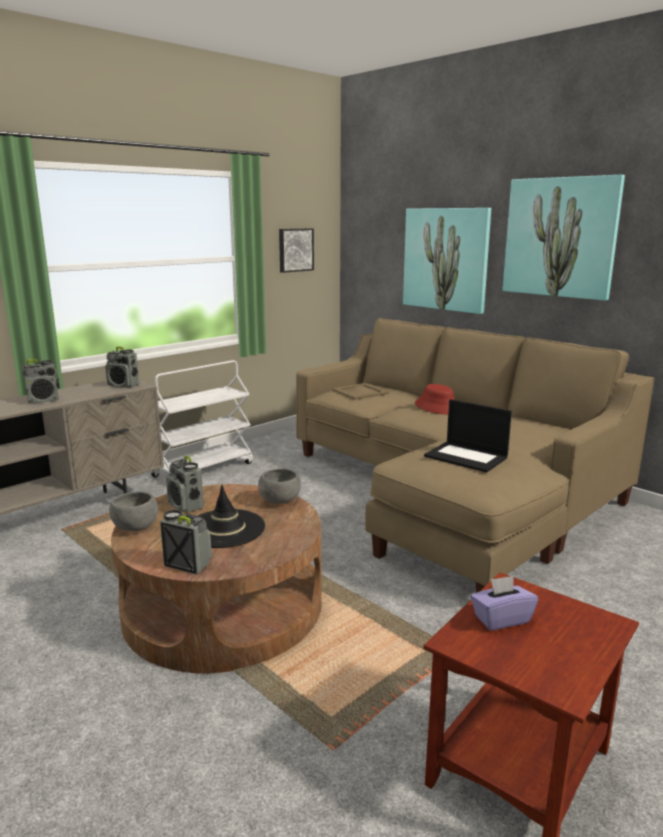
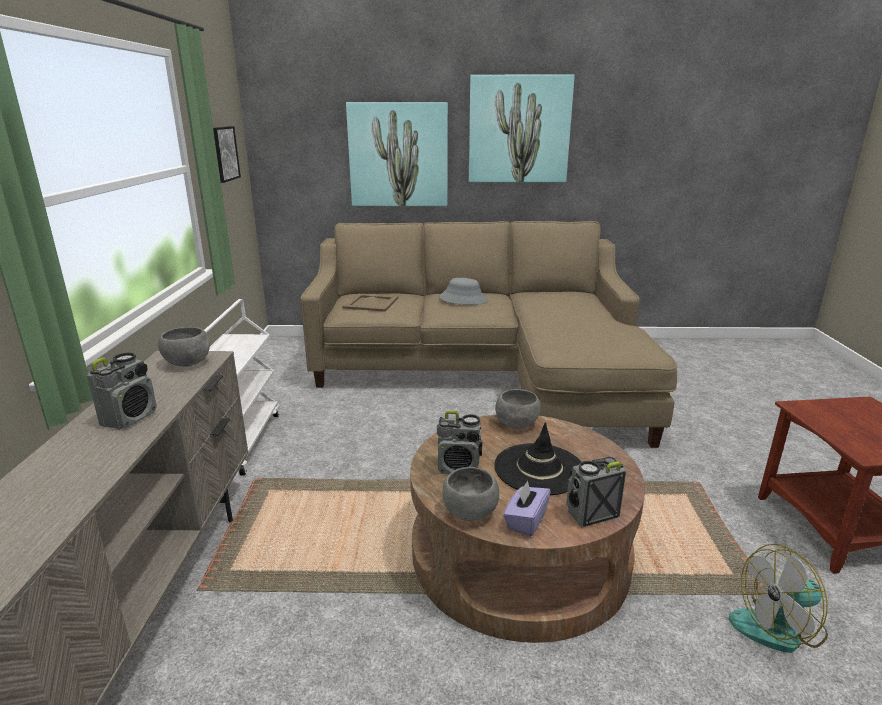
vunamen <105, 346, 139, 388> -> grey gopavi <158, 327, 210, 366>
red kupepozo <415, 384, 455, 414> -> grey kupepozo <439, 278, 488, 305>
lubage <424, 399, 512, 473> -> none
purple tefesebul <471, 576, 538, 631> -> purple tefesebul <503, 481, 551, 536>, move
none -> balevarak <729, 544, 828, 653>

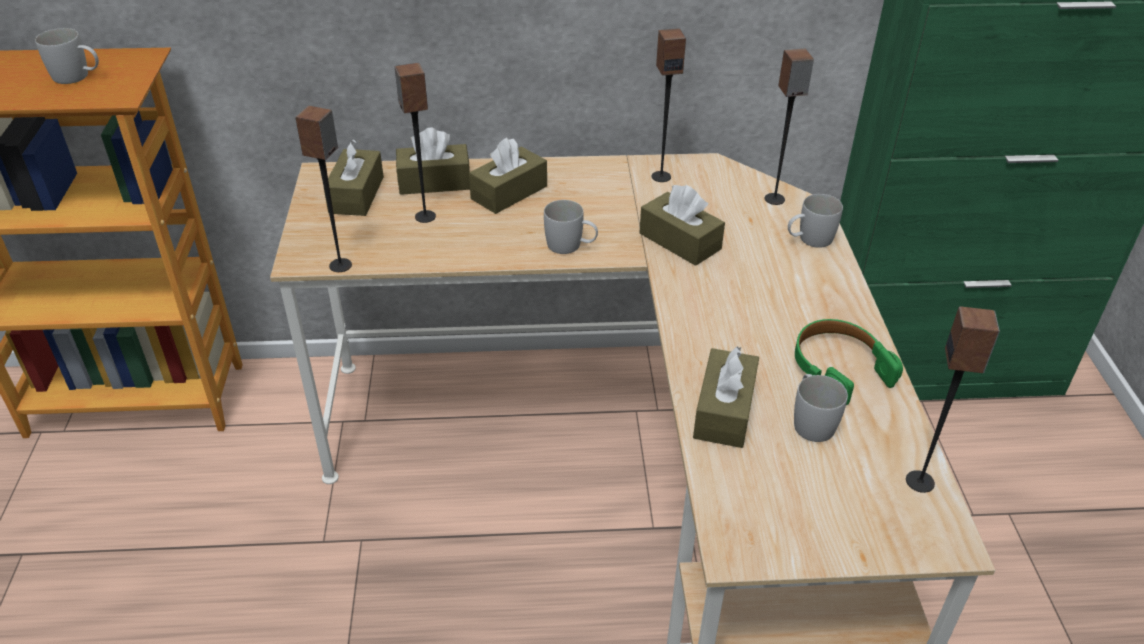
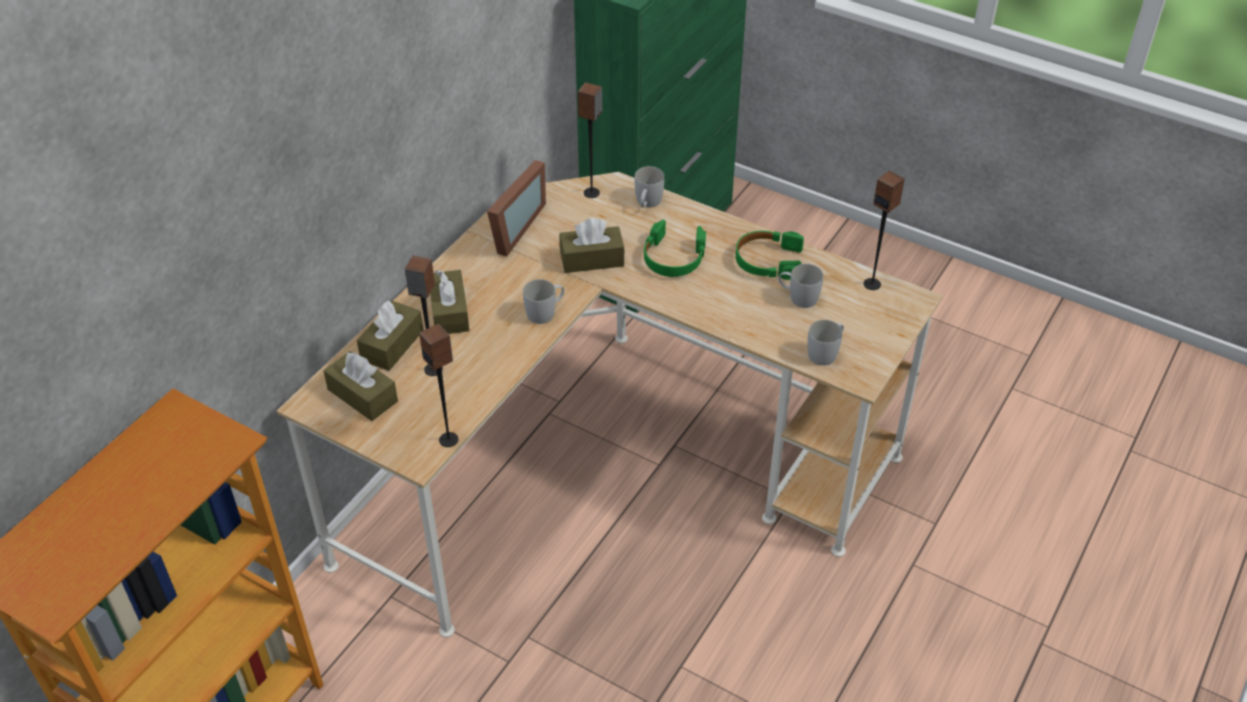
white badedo <35, 28, 99, 84> -> white badedo <808, 320, 844, 366>, move
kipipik <651, 28, 686, 182> -> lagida <487, 160, 546, 256>
brown tefesebul <693, 347, 759, 448> -> none
none -> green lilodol <644, 220, 706, 277>

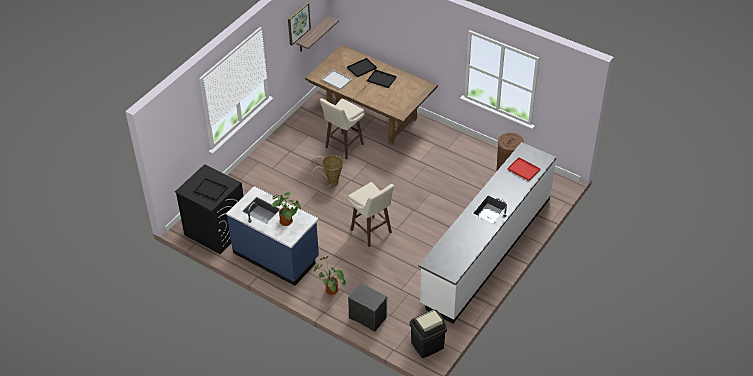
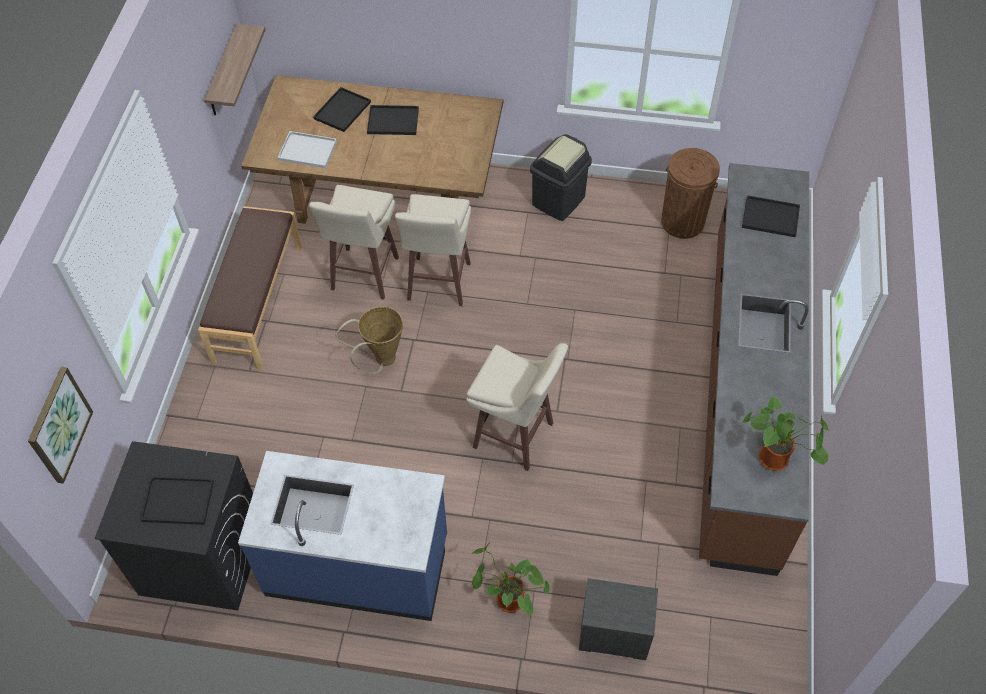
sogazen <272, 192, 301, 226> -> sogazen <743, 396, 829, 471>, move
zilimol <288, 2, 311, 45> -> zilimol <28, 367, 93, 484>, move
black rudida <410, 310, 447, 358> -> black rudida <530, 134, 592, 221>, move
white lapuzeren <418, 142, 557, 324> -> brown lapuzeren <699, 163, 809, 576>
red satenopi <507, 157, 541, 181> -> black satenopi <742, 195, 800, 237>
none -> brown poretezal <198, 206, 302, 370>
none -> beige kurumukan <395, 194, 471, 306>

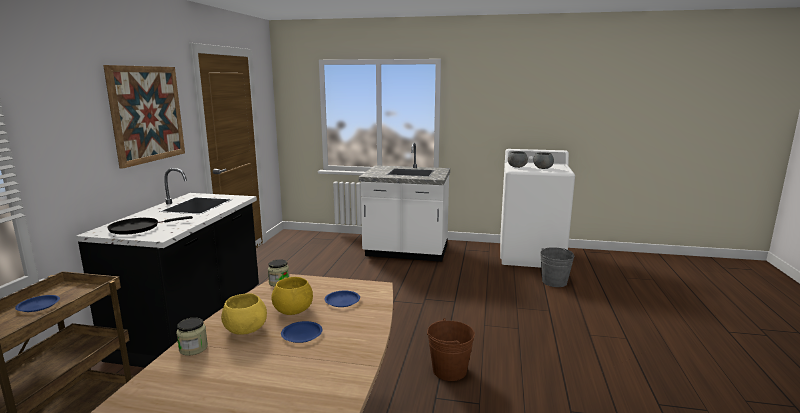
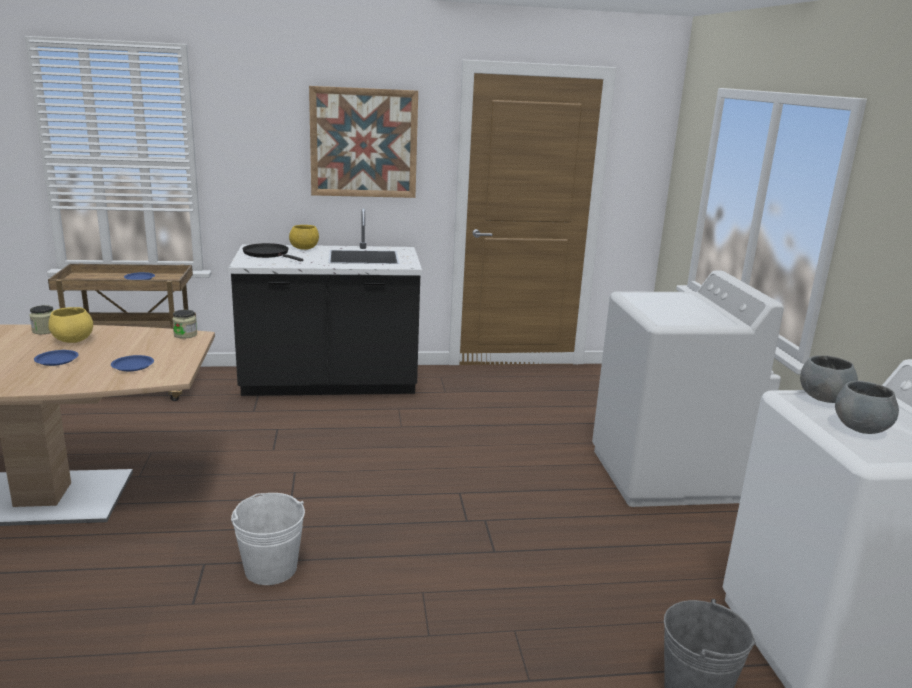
yellow gopavi <271, 277, 313, 315> -> yellow gopavi <289, 225, 319, 250>, move
white lapuzeren <359, 143, 450, 262> -> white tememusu <592, 271, 784, 507>
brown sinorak <427, 318, 475, 381> -> white sinorak <231, 493, 305, 585>

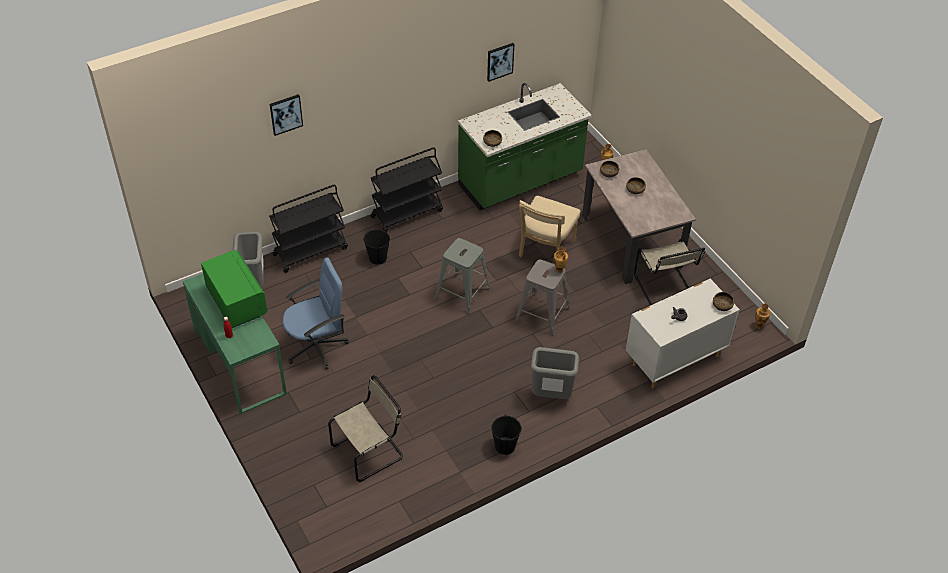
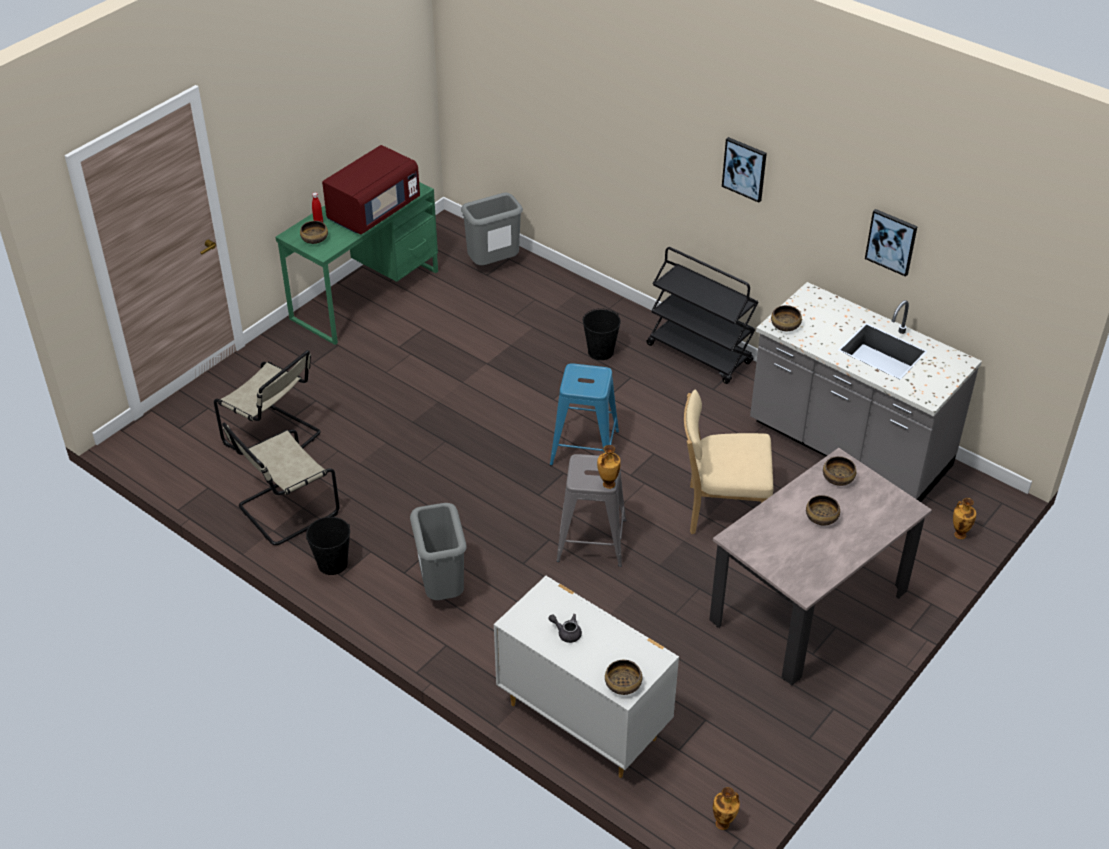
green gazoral <201, 250, 267, 328> -> red gazoral <322, 145, 420, 235>
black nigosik <269, 185, 348, 273> -> none
zilimol <270, 94, 303, 136> -> zilimol <722, 137, 767, 203>, move
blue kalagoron <282, 258, 349, 369> -> none
grey kurumukan <435, 238, 490, 314> -> blue kurumukan <550, 363, 619, 466>
green lapuzeren <458, 83, 592, 210> -> grey lapuzeren <750, 282, 982, 502>
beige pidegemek <634, 239, 705, 305> -> beige pidegemek <222, 422, 340, 545>, move
none -> gopavi <300, 221, 328, 244>

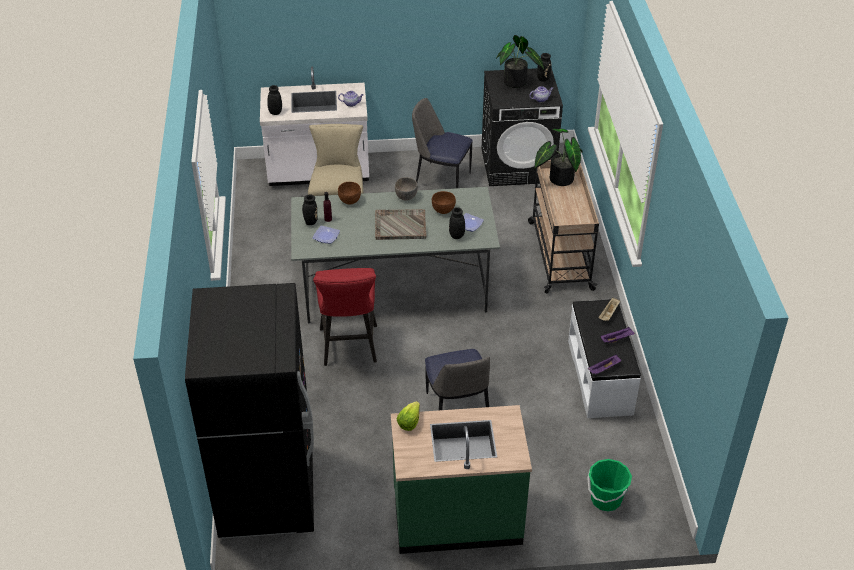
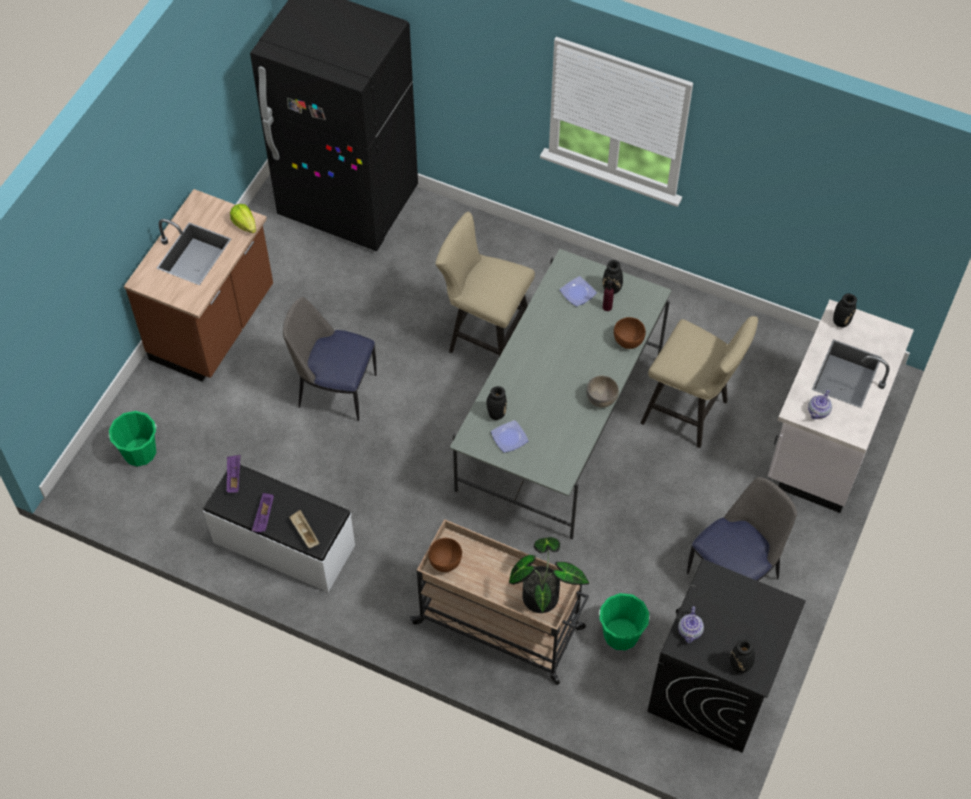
red kurumukan <313, 268, 377, 366> -> beige kurumukan <436, 212, 535, 357>
grey satenopi <375, 209, 426, 240> -> none
green lapuzeren <391, 405, 532, 554> -> brown lapuzeren <124, 189, 273, 381>
brown gopavi <432, 191, 456, 214> -> brown gopavi <428, 538, 462, 572>, move
sogazen <496, 35, 545, 88> -> none
none -> green sinorak <599, 593, 650, 651>

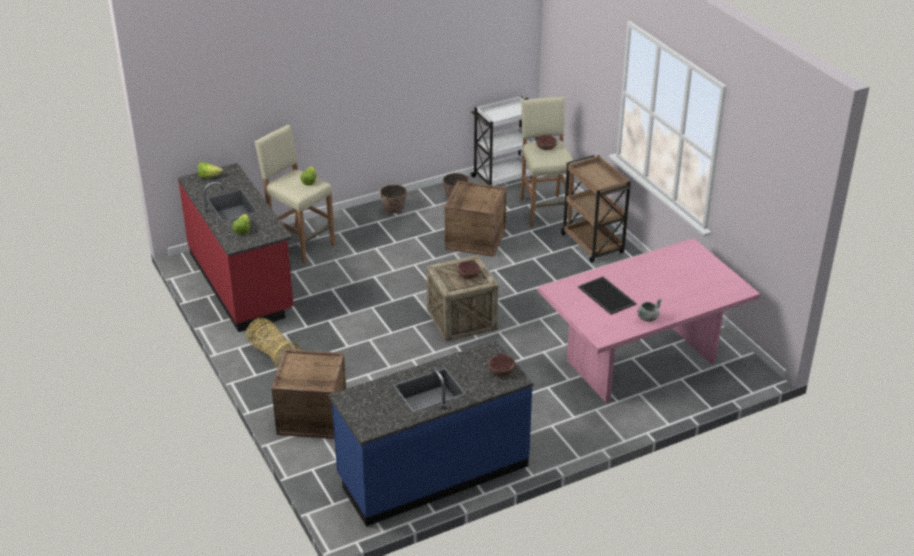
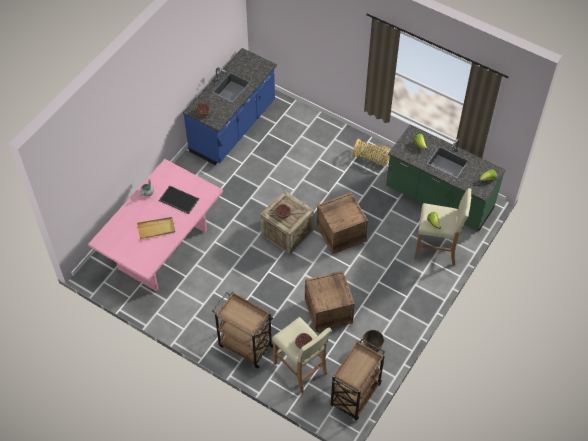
red lapuzeren <178, 163, 294, 332> -> green lapuzeren <386, 124, 506, 231>
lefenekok <271, 349, 346, 439> -> lefenekok <317, 192, 368, 254>, move
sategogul <380, 184, 407, 214> -> none
white nigosik <470, 96, 538, 186> -> brown nigosik <331, 339, 385, 420>
none -> beige satenopi <137, 217, 175, 239>

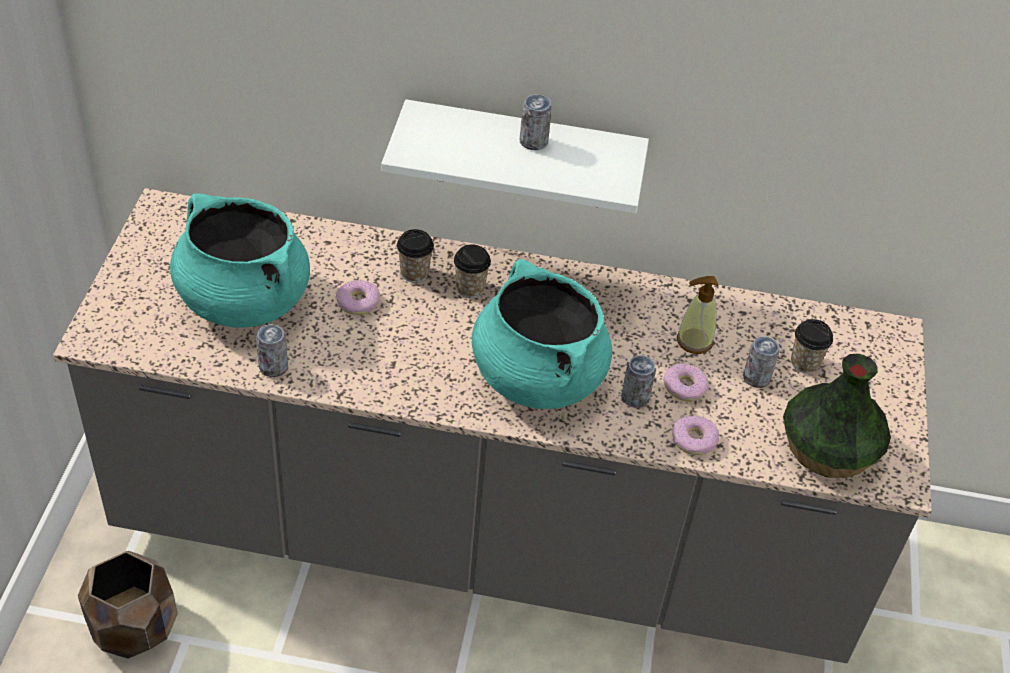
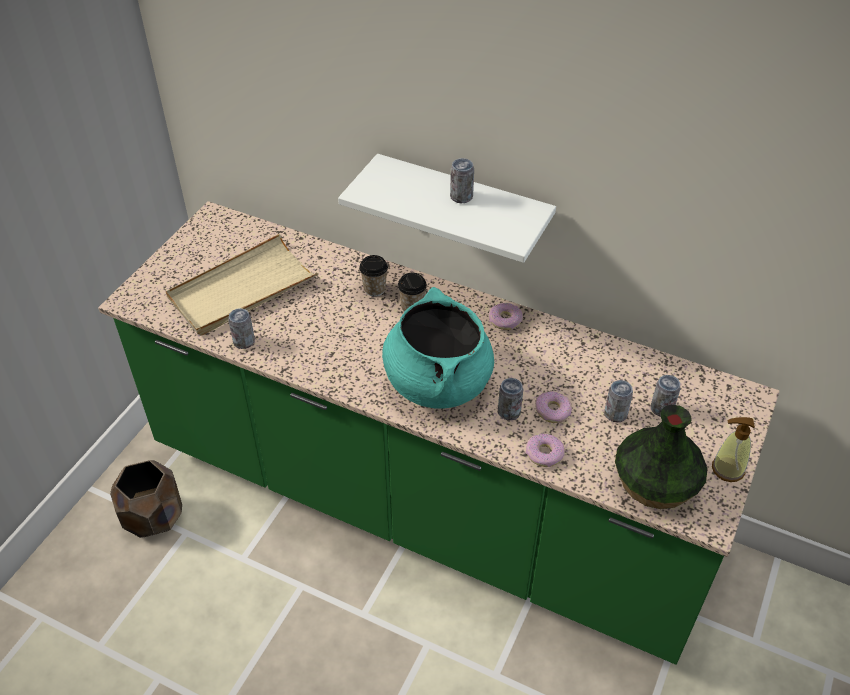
grey lapuzeren <53, 188, 931, 663> -> green lapuzeren <98, 201, 780, 665>
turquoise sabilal <170, 193, 310, 328> -> beige satenopi <166, 234, 319, 336>
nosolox <336, 280, 380, 315> -> nosolox <489, 303, 523, 330>, move
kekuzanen <677, 276, 718, 354> -> kekuzanen <712, 417, 755, 482>, move
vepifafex <791, 319, 833, 374> -> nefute <651, 375, 680, 417>

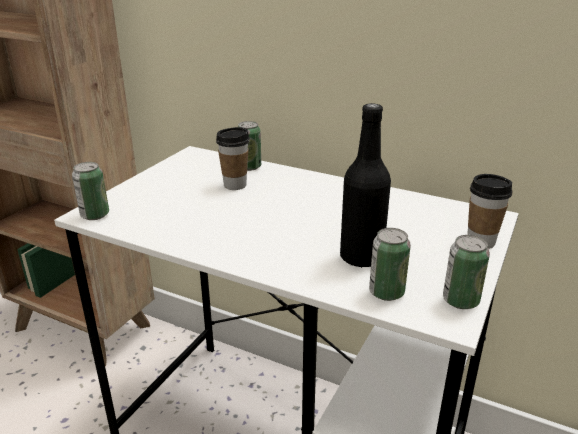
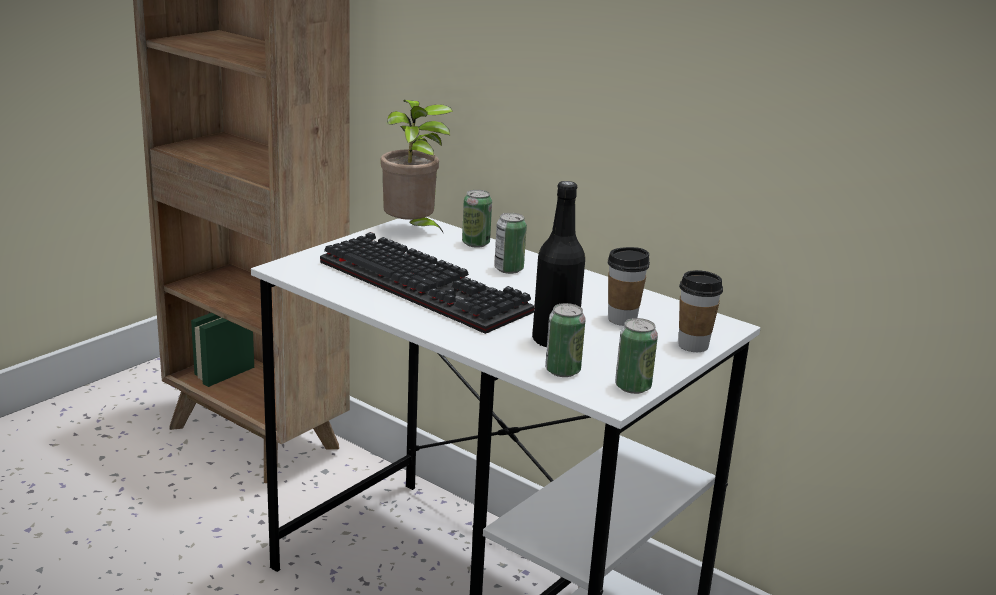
nefute <72, 162, 109, 220> -> nefute <494, 213, 527, 274>, move
vepifafex <216, 127, 250, 190> -> vepifafex <608, 247, 650, 326>, move
none -> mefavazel <320, 232, 534, 334>
none -> sogazen <381, 100, 453, 234>

